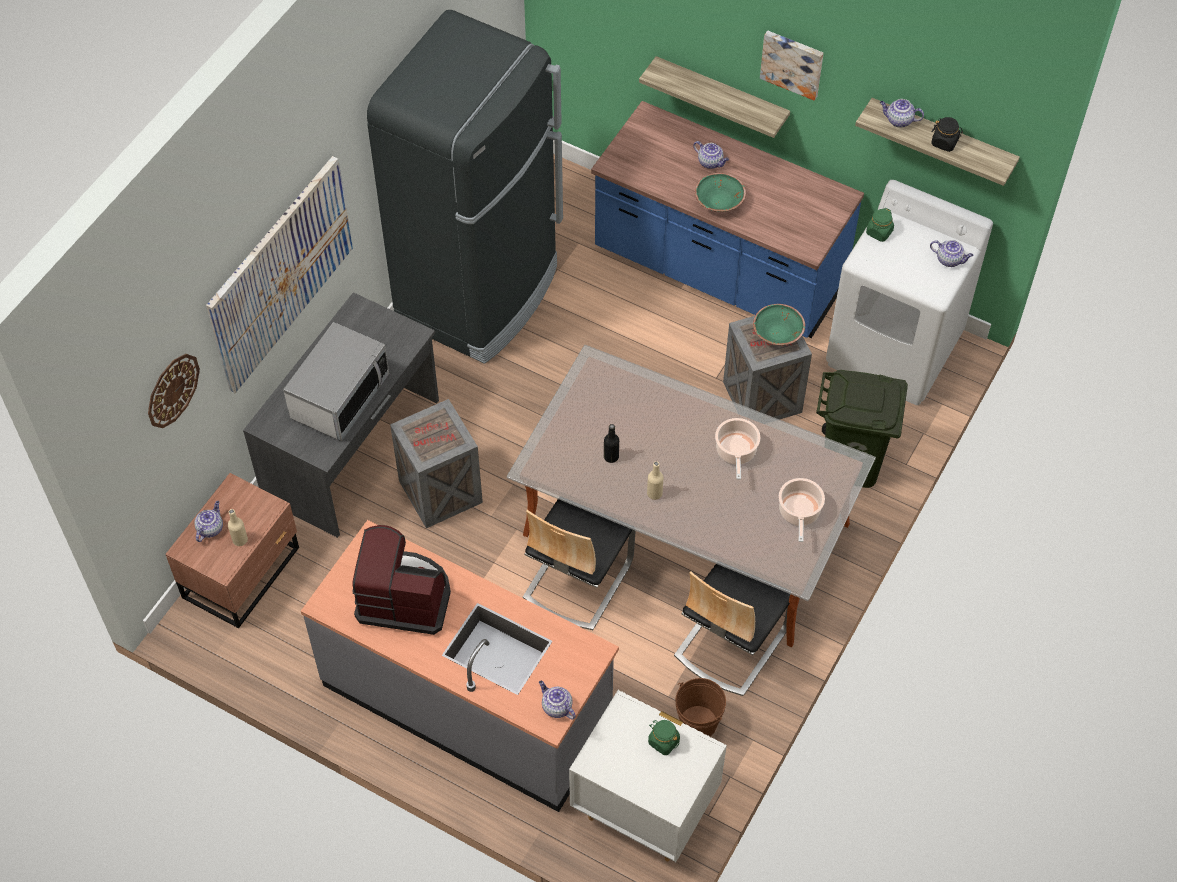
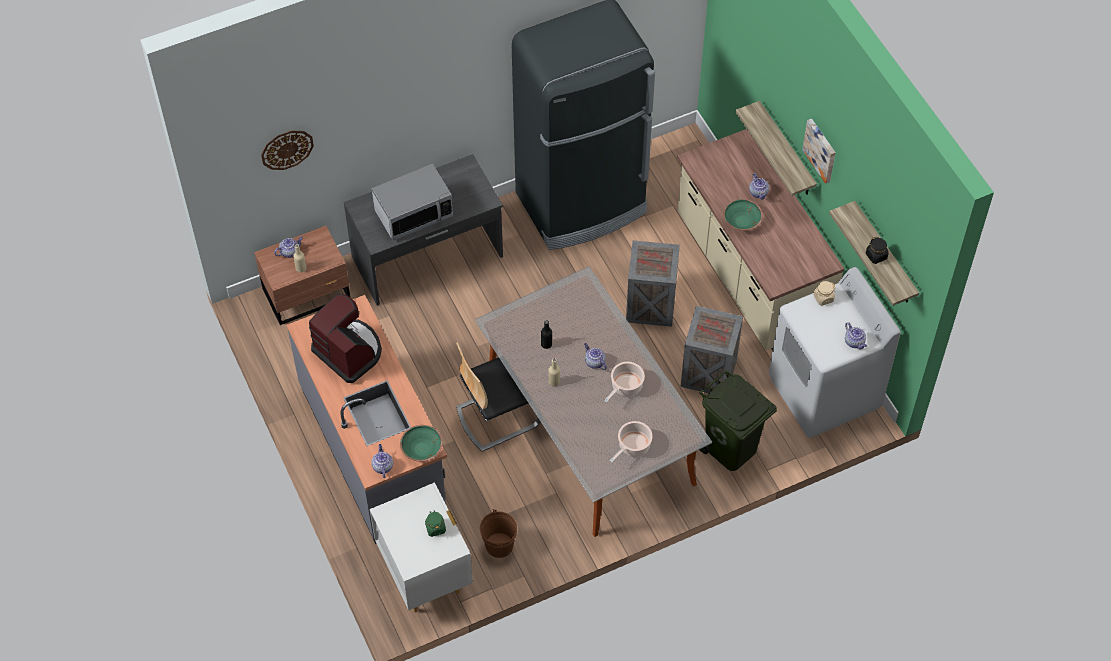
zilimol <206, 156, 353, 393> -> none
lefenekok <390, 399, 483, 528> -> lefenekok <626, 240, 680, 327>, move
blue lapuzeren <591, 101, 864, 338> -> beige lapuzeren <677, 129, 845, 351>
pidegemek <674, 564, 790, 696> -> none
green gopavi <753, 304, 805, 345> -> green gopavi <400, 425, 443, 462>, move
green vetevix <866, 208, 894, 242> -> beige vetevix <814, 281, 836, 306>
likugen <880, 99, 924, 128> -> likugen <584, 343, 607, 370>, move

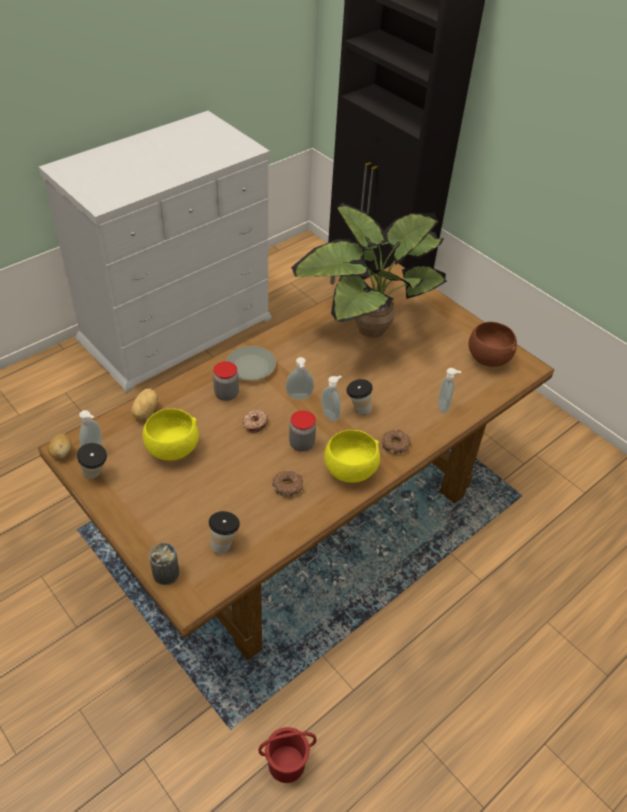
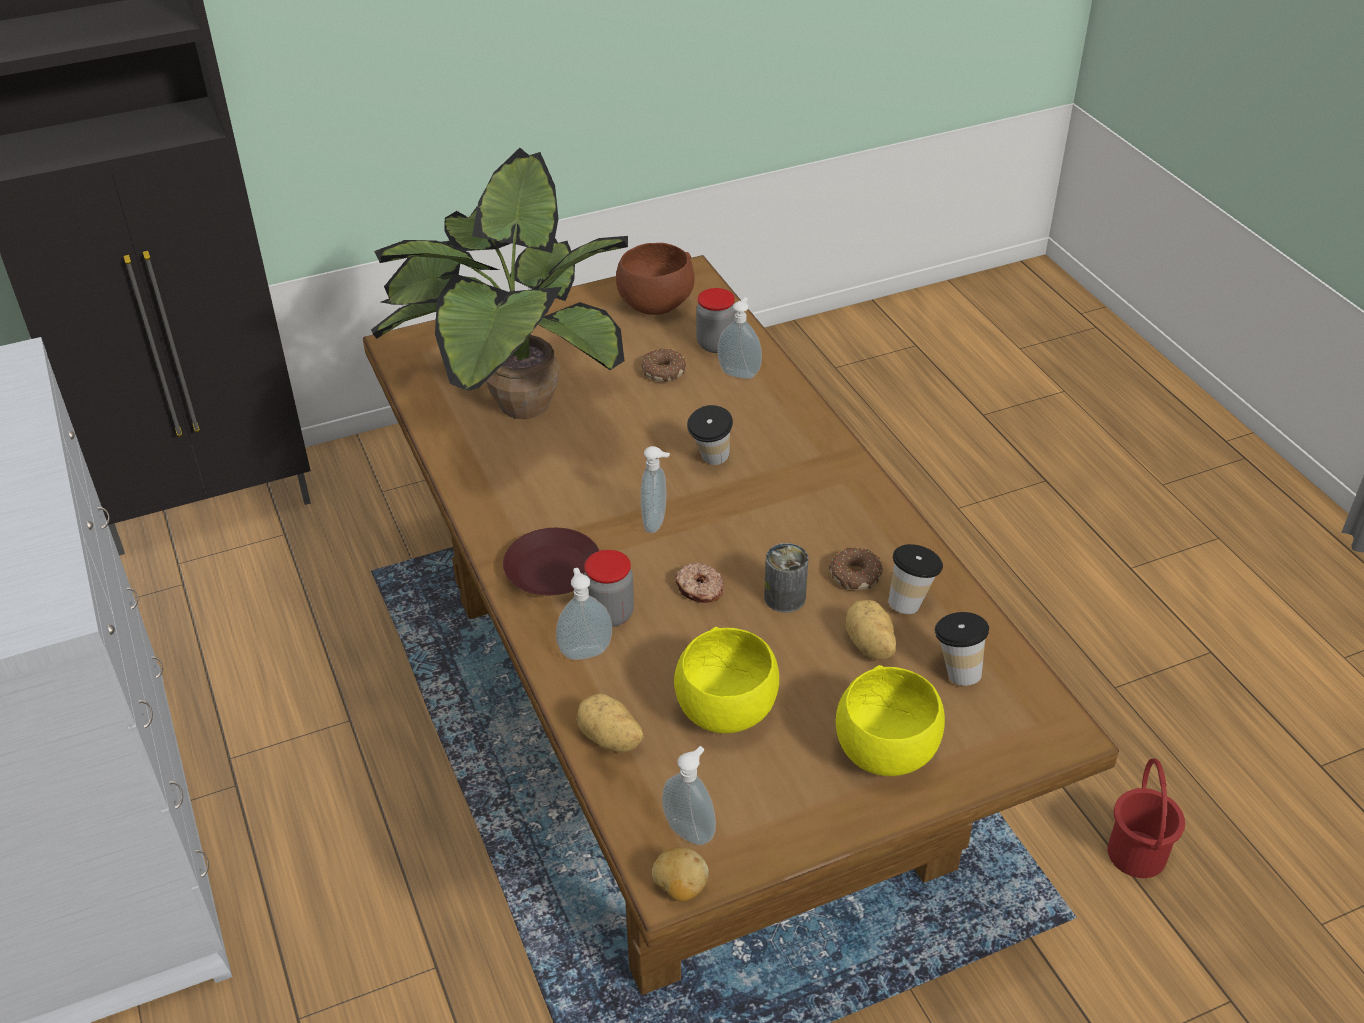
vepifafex <77, 443, 107, 479> -> vepifafex <888, 544, 943, 614>, move
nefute <149, 543, 179, 585> -> nefute <764, 543, 809, 613>, move
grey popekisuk <226, 346, 276, 380> -> brown popekisuk <503, 528, 599, 595>
vetevix <289, 411, 316, 452> -> vetevix <696, 288, 736, 353>, move
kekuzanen <321, 375, 342, 422> -> kekuzanen <556, 568, 612, 660>, move
yellow gopavi <324, 430, 380, 483> -> yellow gopavi <835, 665, 945, 776>, move
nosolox <381, 430, 411, 455> -> nosolox <641, 349, 686, 382>, move
none -> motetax <846, 600, 897, 660>

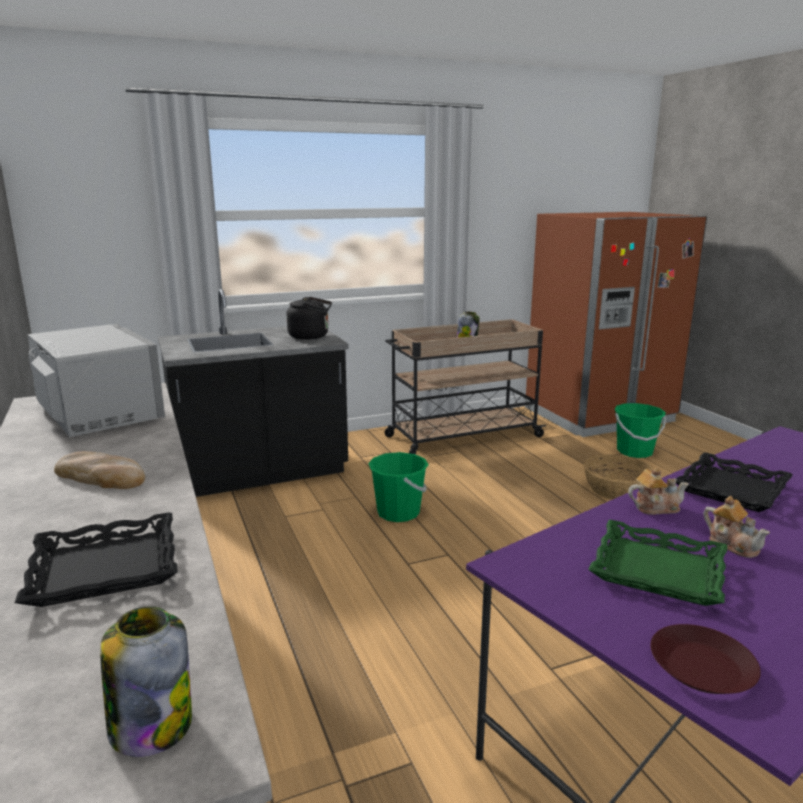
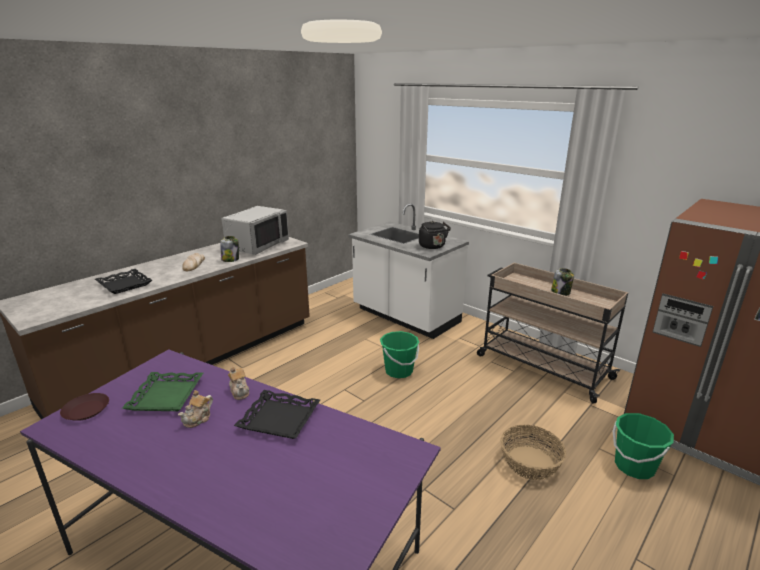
vetevix <100, 606, 192, 757> -> vetevix <220, 236, 239, 262>, move
black lapuzeren <158, 289, 349, 497> -> white lapuzeren <348, 203, 469, 339>

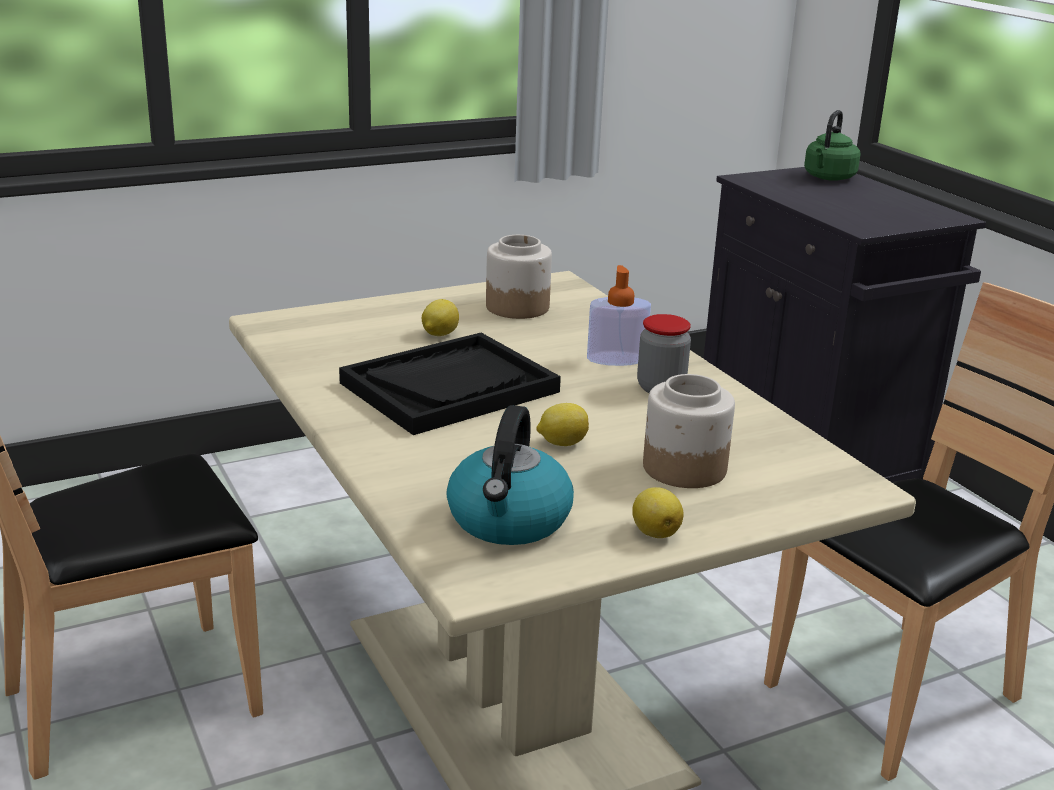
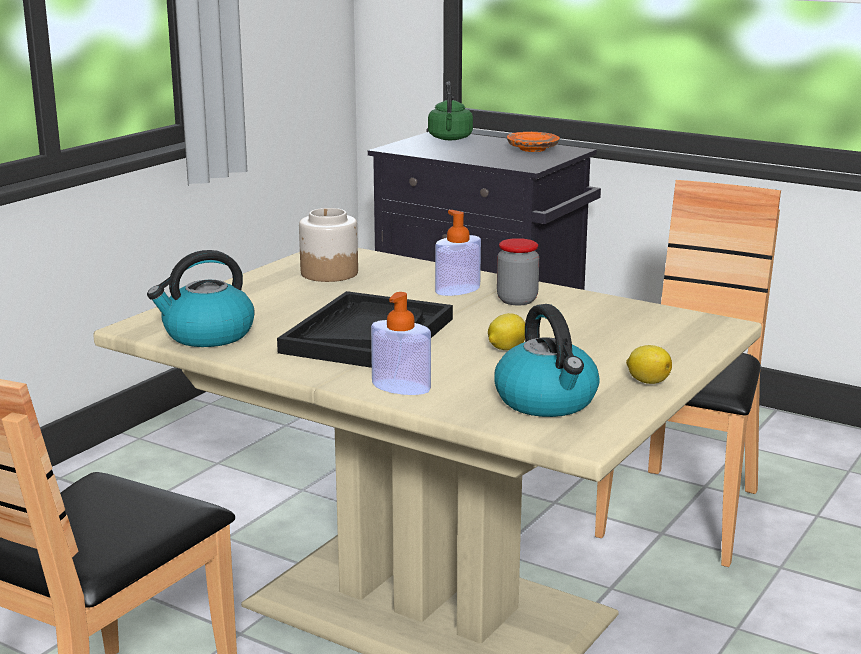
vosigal <422, 299, 459, 336> -> none
vetevix <643, 374, 735, 488> -> none
none -> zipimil <147, 250, 254, 347>
none -> kekuzanen <371, 292, 431, 395>
none -> orange popekisuk <507, 132, 560, 152>

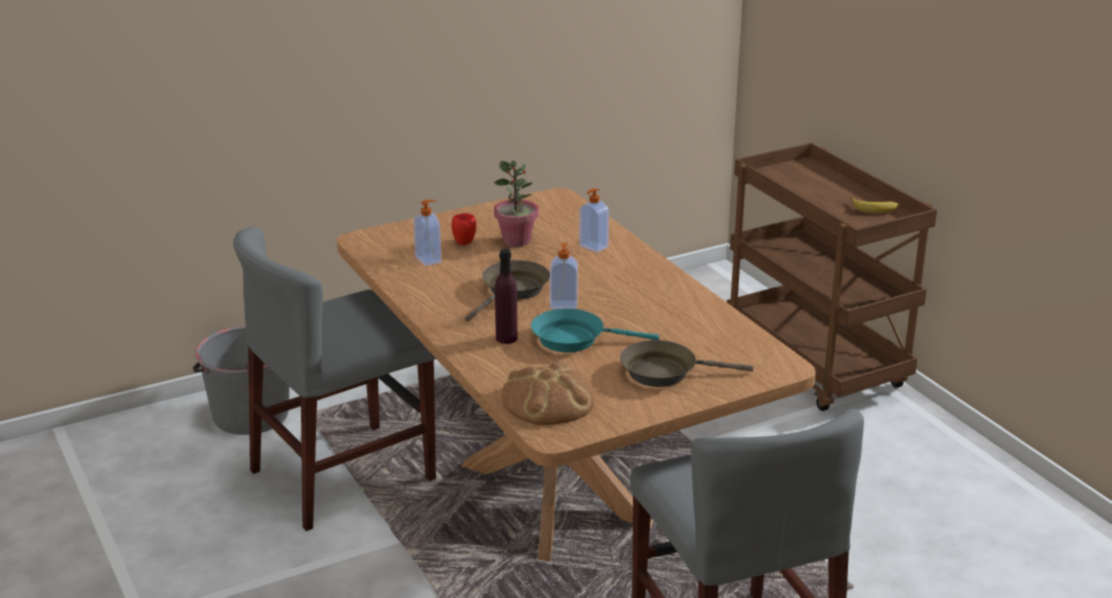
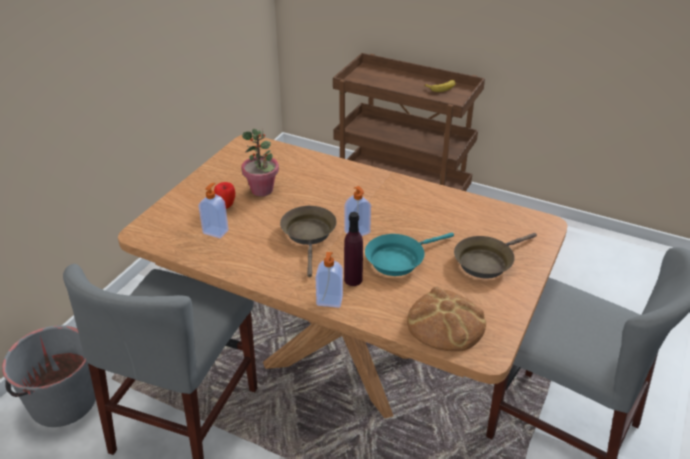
kekuzanen <579, 188, 609, 253> -> kekuzanen <315, 252, 343, 308>, move

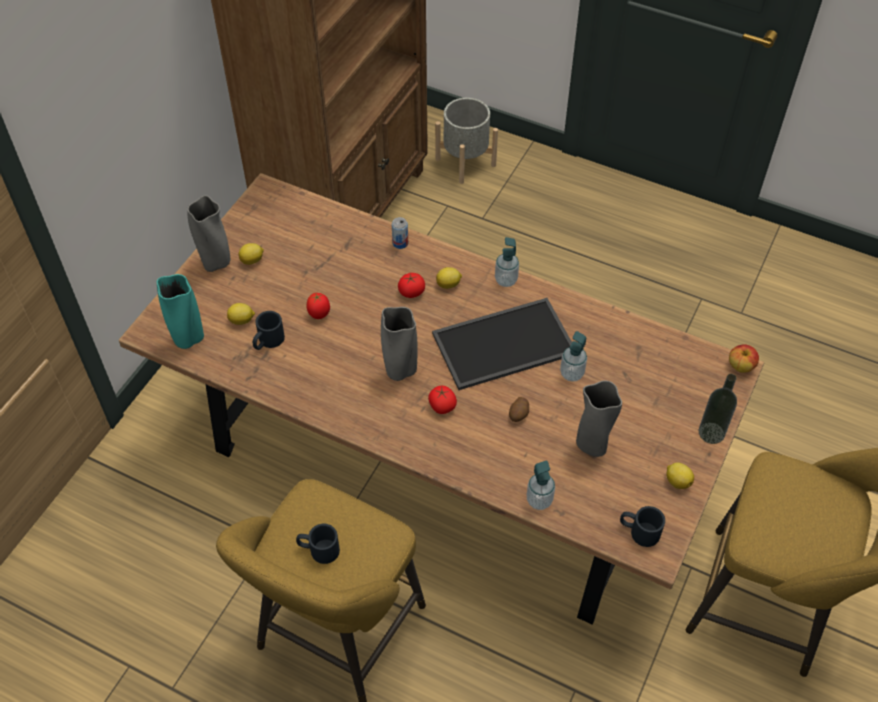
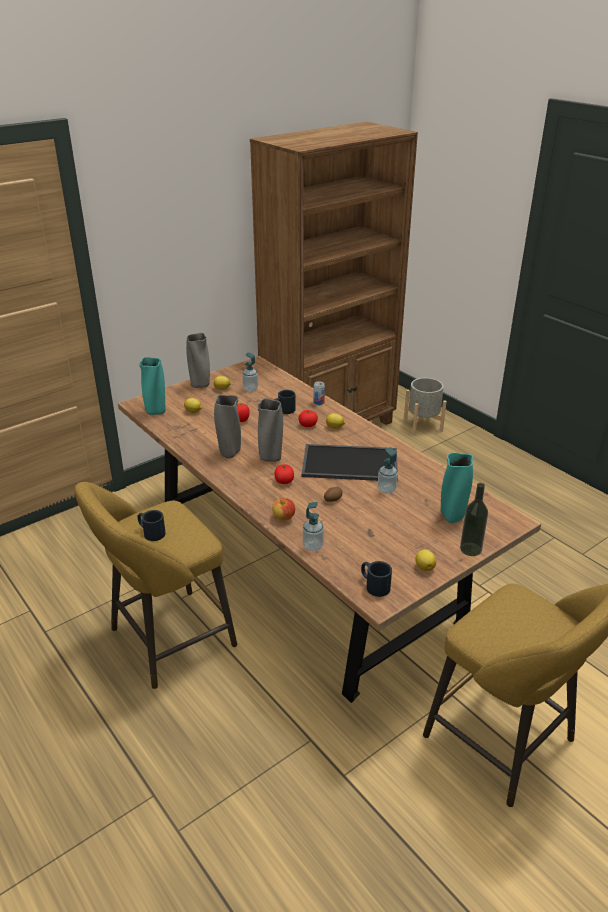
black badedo <253, 311, 285, 350> -> black badedo <274, 390, 295, 414>, move
kekuzanen <495, 237, 519, 287> -> kekuzanen <242, 352, 258, 392>, move
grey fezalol <576, 380, 622, 457> -> grey fezalol <214, 395, 241, 458>, move
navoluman <729, 344, 759, 373> -> navoluman <272, 498, 295, 521>, move
none -> turquoise fezalol <441, 453, 473, 523>

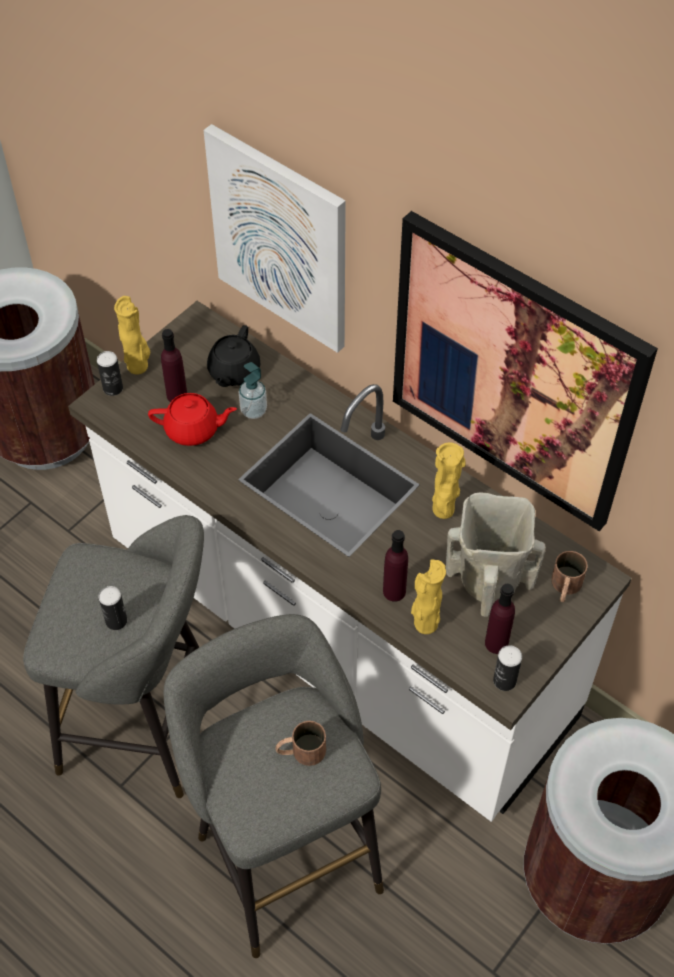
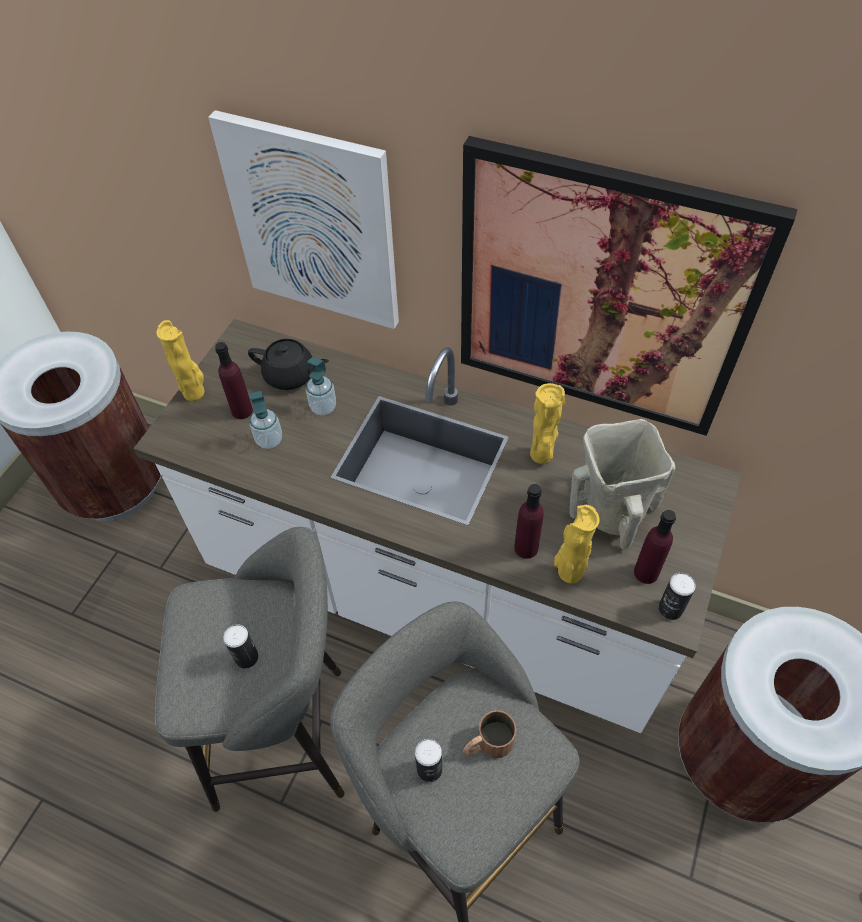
nefute <97, 351, 123, 396> -> nefute <415, 739, 442, 782>, move
red likugen <148, 393, 237, 446> -> kekuzanen <249, 391, 282, 449>
black likugen <207, 325, 260, 387> -> black likugen <248, 339, 329, 390>, 75 degrees counterclockwise
brown badedo <551, 551, 588, 602> -> none

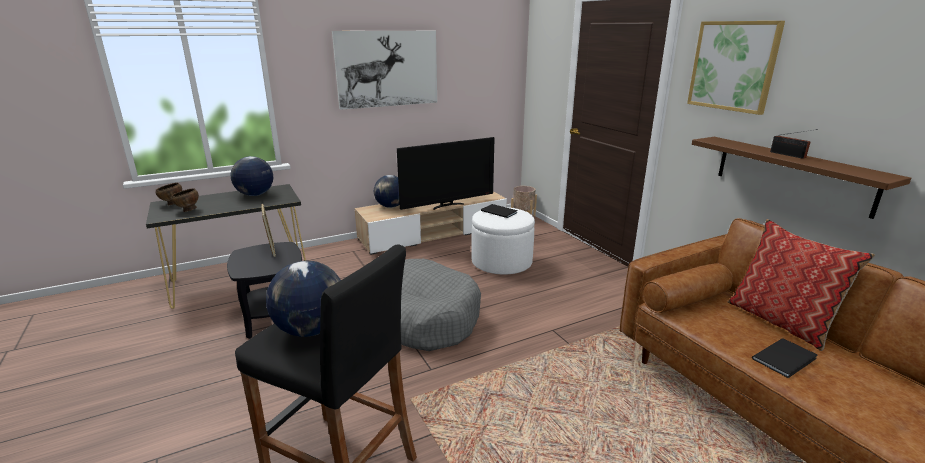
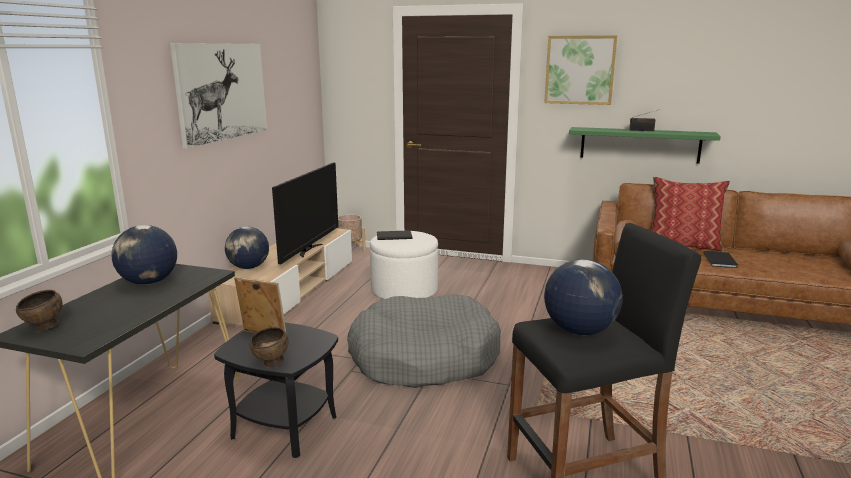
brown gopavi <171, 188, 199, 212> -> brown gopavi <249, 327, 289, 367>, move
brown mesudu <692, 137, 911, 219> -> green mesudu <569, 127, 721, 164>

